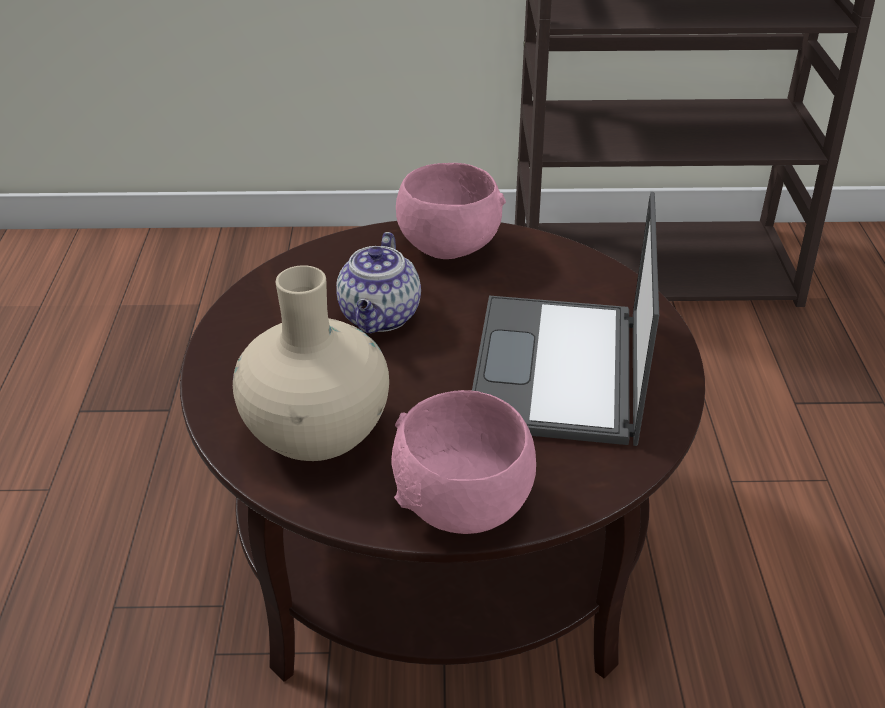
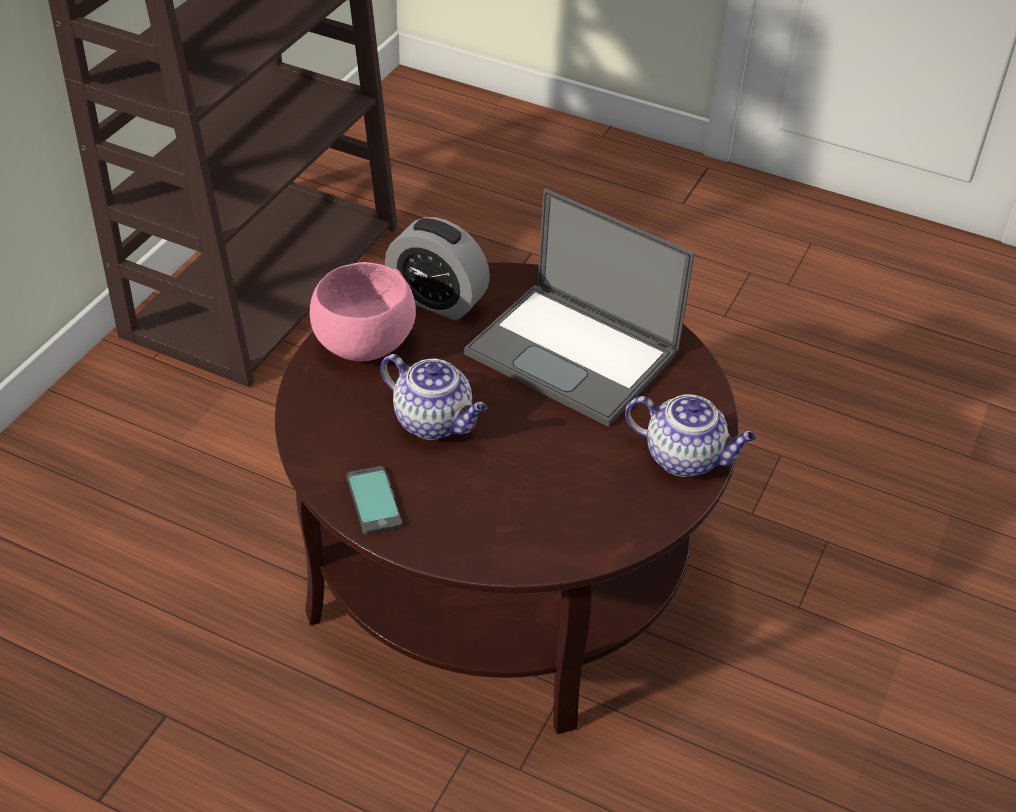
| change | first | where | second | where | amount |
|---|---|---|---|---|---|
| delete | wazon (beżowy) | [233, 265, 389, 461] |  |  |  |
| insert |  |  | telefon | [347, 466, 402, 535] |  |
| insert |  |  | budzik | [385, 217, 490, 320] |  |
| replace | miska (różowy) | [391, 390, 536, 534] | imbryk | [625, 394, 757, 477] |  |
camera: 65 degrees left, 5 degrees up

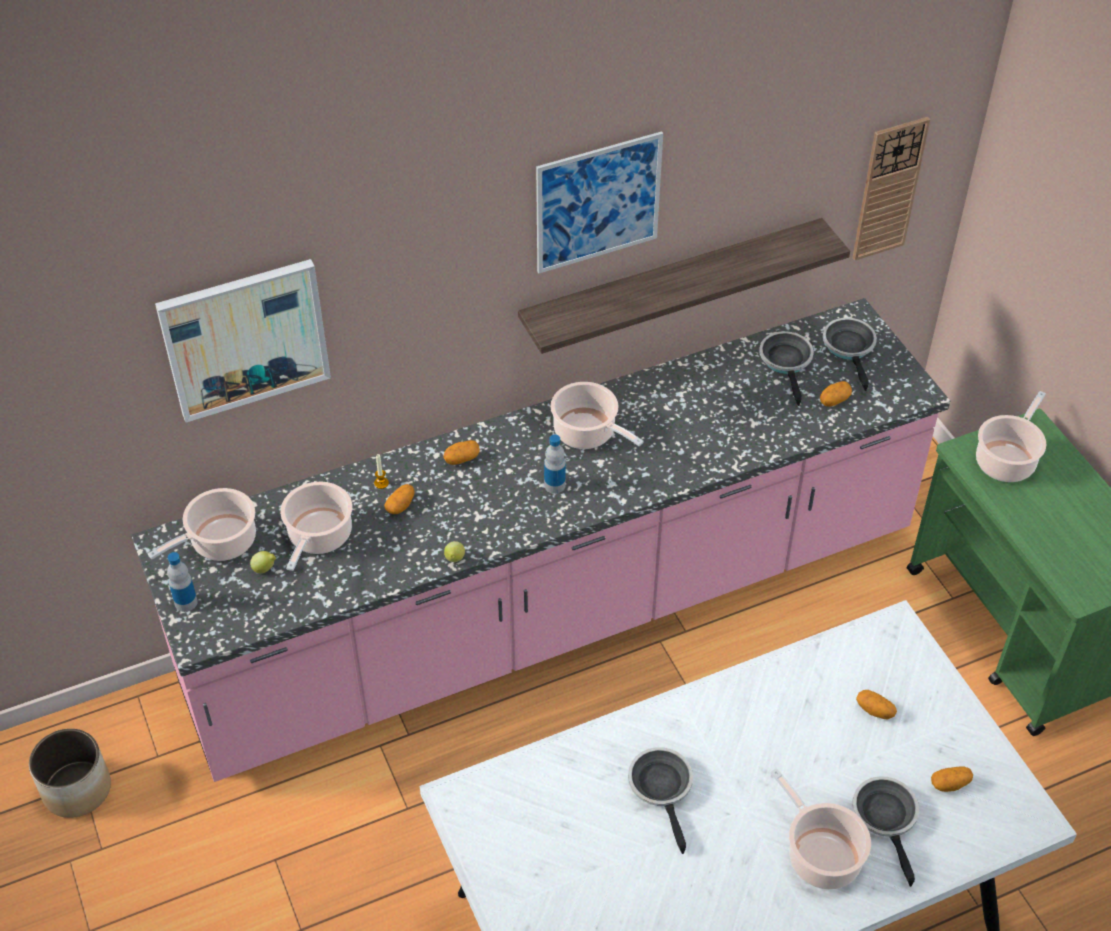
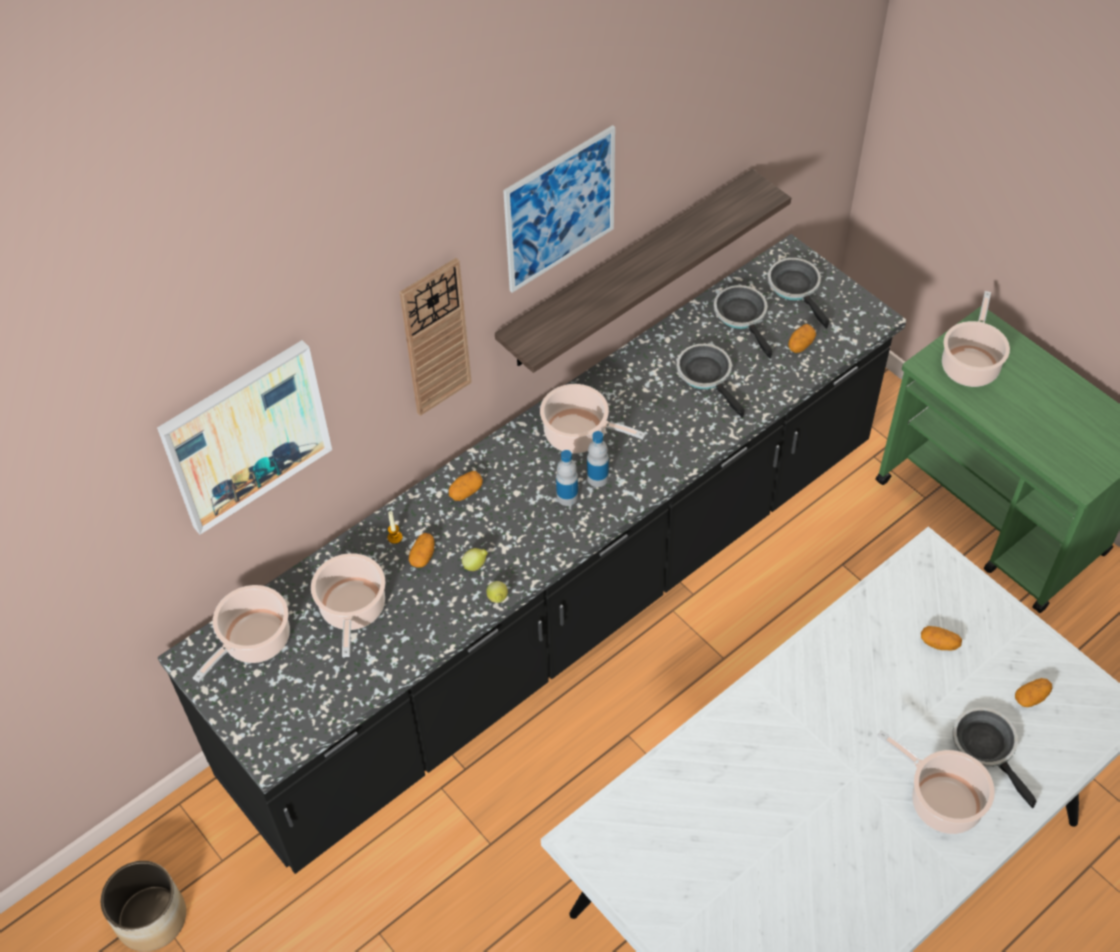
| change | first | where | second | where | amount |
|---|---|---|---|---|---|
| move | butelka | [167, 552, 198, 612] |  | [587, 431, 609, 487] |  |
| move | cytryna | [250, 551, 276, 573] |  | [462, 548, 488, 571] |  |
| move | patelnia | [628, 747, 693, 854] |  | [676, 344, 745, 418] |  |
| move | zegar ścienny | [852, 117, 930, 260] |  | [400, 258, 472, 416] |  |
| recolor | zabudowa kuchenna (różowy) | [131, 298, 950, 782] | zabudowa kuchenna (czarny) | [158, 234, 907, 874] |  |
camera: 15 degrees left, 5 degrees up

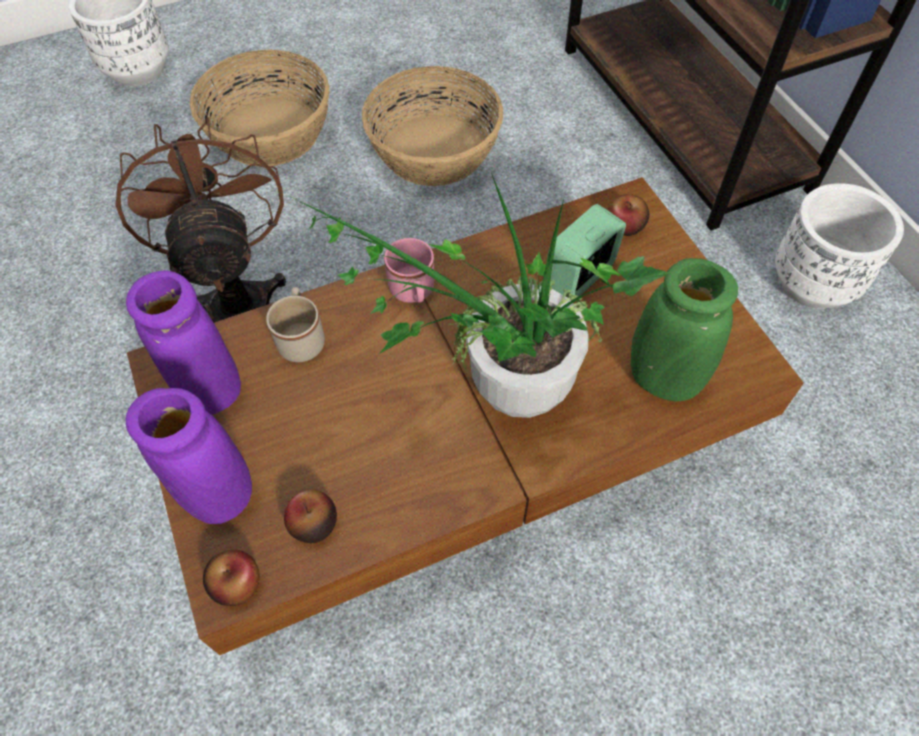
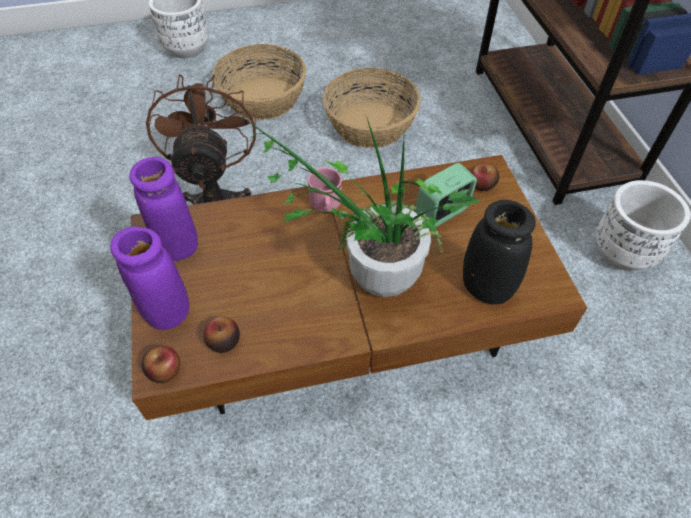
| change | first | where | second | where | amount |
|---|---|---|---|---|---|
| delete | kubek (beżowy) | [266, 287, 325, 362] |  |  |  |
| recolor | wazon (zielony) | [631, 258, 738, 401] | wazon (czarny) | [463, 200, 536, 305] |  |
camera: 10 degrees right, 5 degrees down

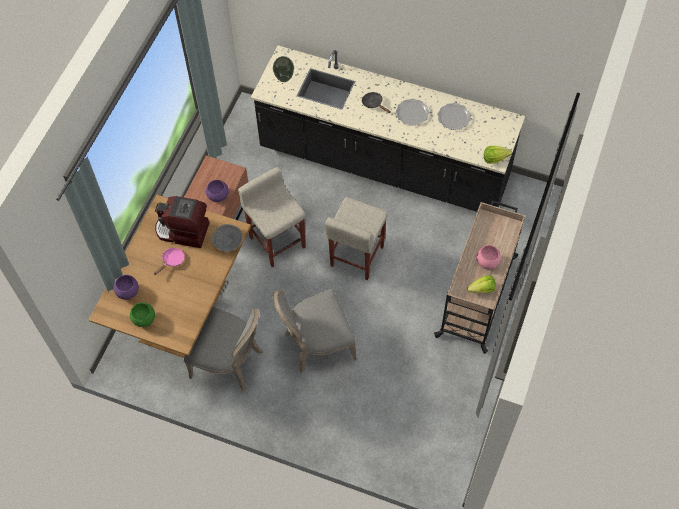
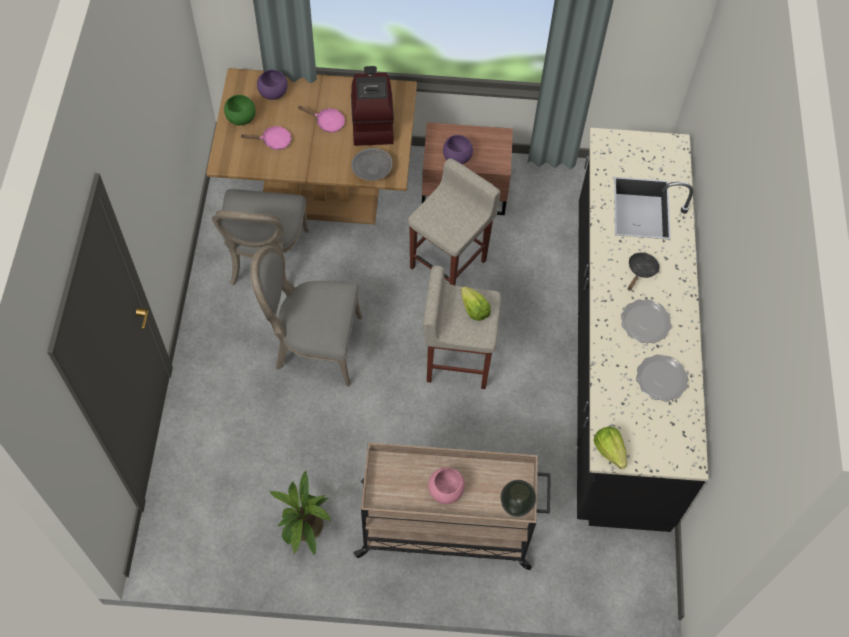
| change | first | where | second | where | amount |
|---|---|---|---|---|---|
| insert |  |  | patelnia (różowy) | [240, 126, 291, 150] |  |
| insert |  |  | roślina doniczkowa | [270, 470, 331, 555] |  |
| move | wazon | [273, 56, 294, 82] |  | [501, 480, 536, 517] |  |
| move | sałata | [467, 275, 496, 293] |  | [461, 286, 491, 321] |  |
| rotate | krzesło (szary) | [273, 288, 357, 374] |  | [250, 245, 362, 386] | 45 degrees counterclockwise |
camera: 70 degrees right, 0 degrees up

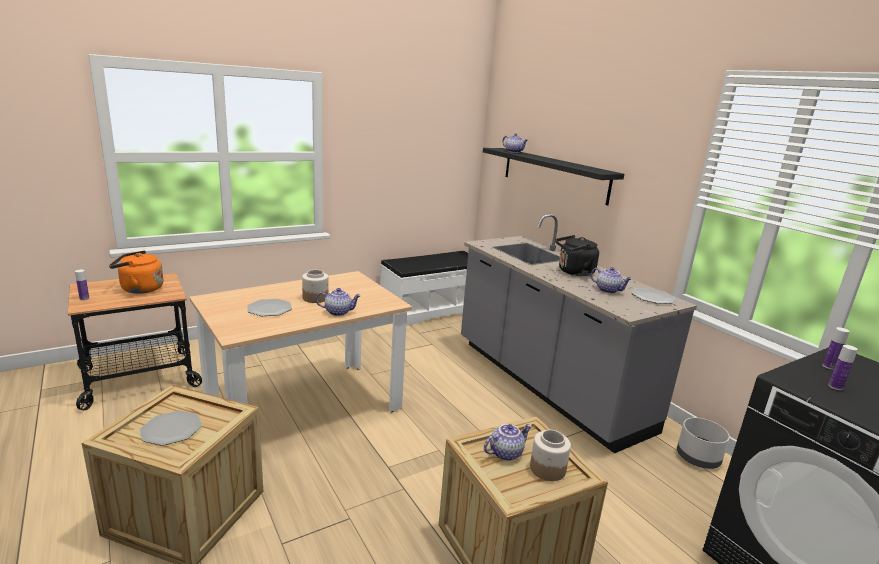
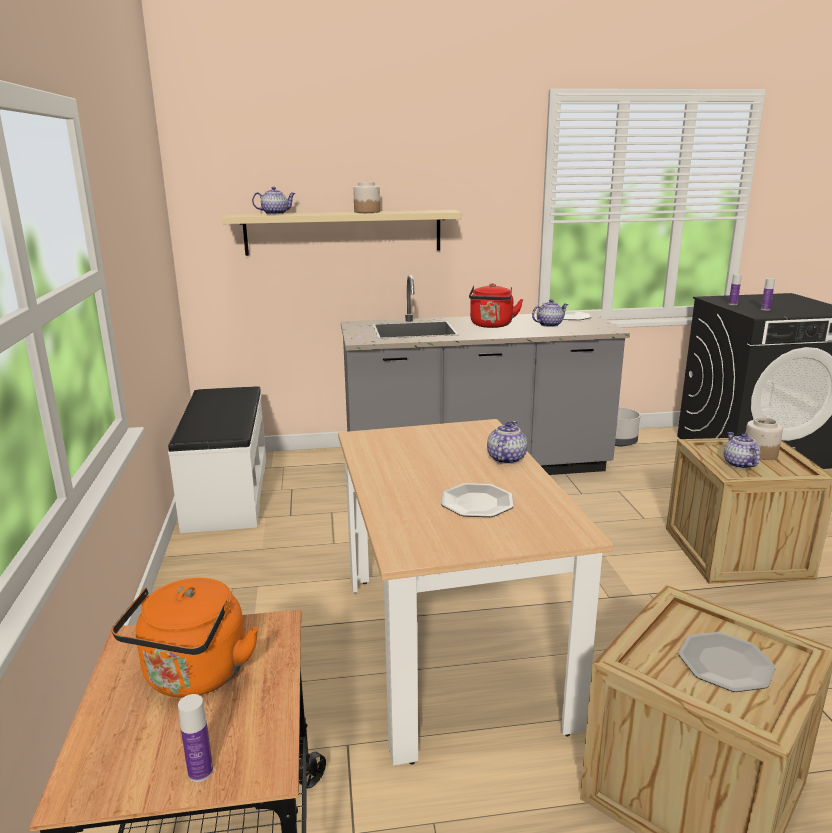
| change | first | where | second | where | amount |
|---|---|---|---|---|---|
| move | słoik | [302, 270, 329, 303] |  | [353, 182, 380, 213] |  |
| recolor | półka (czarny) | [483, 148, 624, 206] | półka (beżowy) | [222, 210, 462, 256] |  |
| recolor | czajnik (czarny) | [555, 235, 599, 276] | czajnik (czerwony) | [469, 283, 523, 328] |  |
camera: 65 degrees left, 0 degrees up

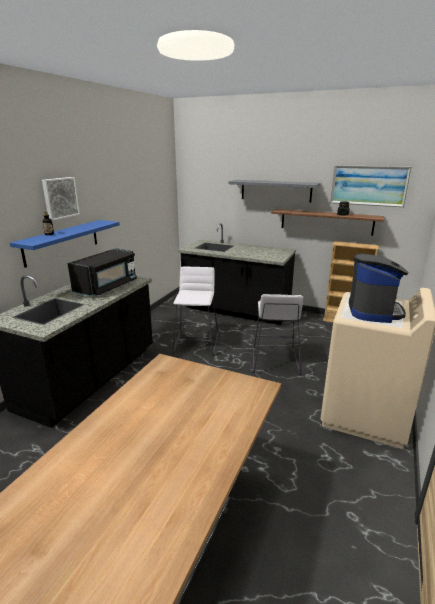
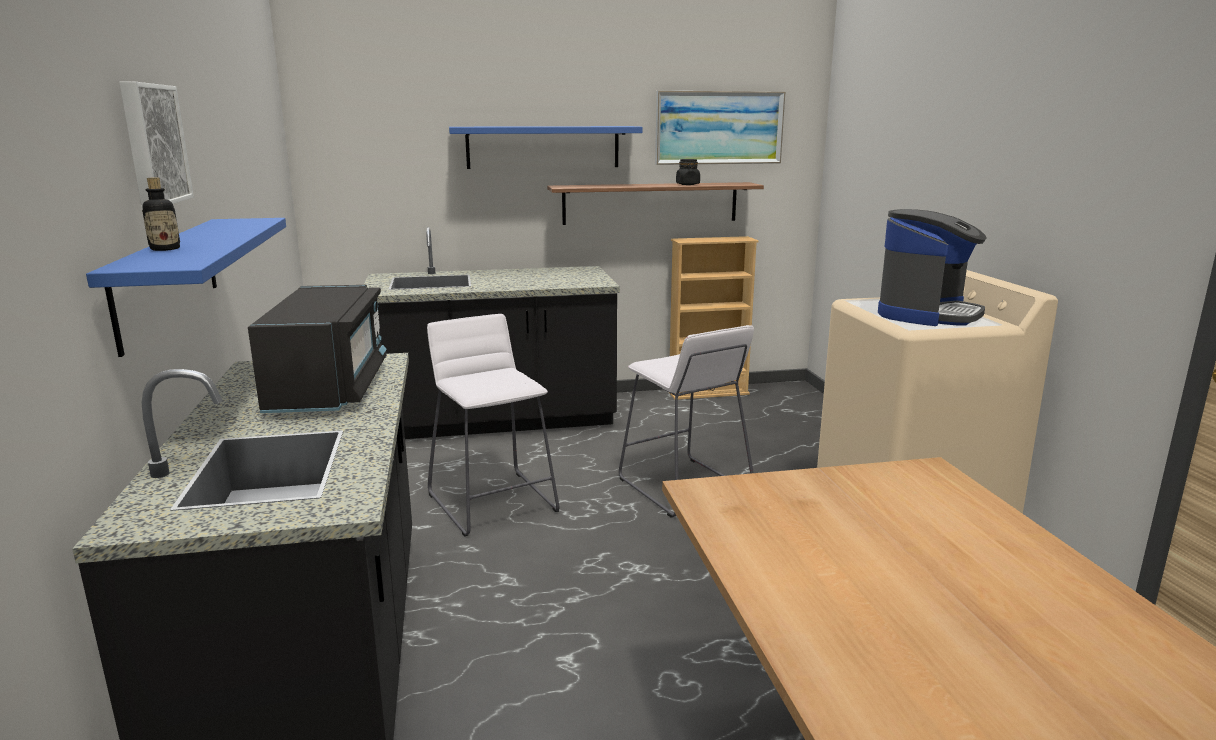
| change | first | where | second | where | amount |
|---|---|---|---|---|---|
| recolor | półka (szary) | [229, 180, 320, 203] | półka (niebieski) | [449, 126, 643, 169] |  |
| rotate | ekspres do kawy | [349, 254, 408, 323] |  | [878, 209, 987, 326] | 60 degrees clockwise |
camera: 35 degrees left, 5 degrees down

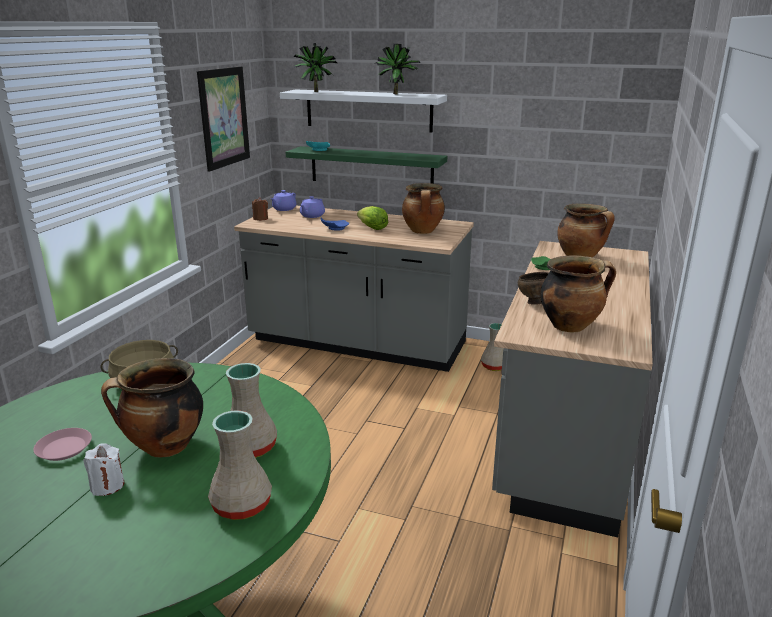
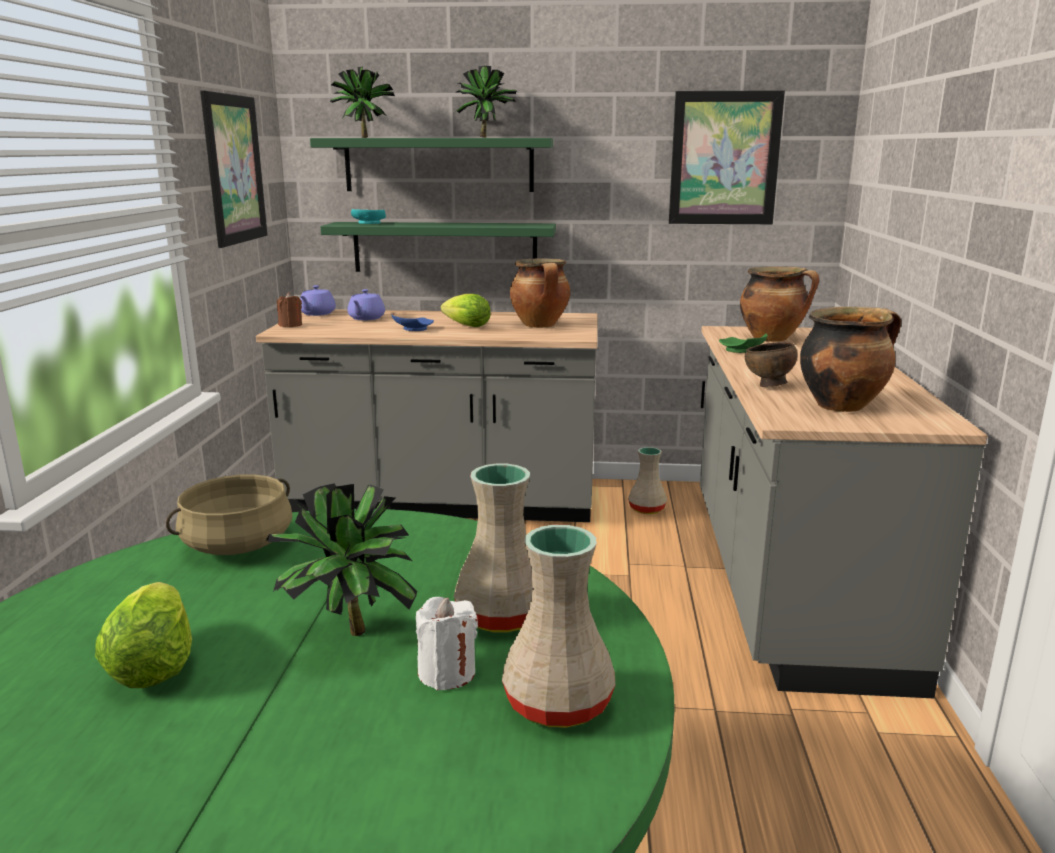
| change | first | where | second | where | amount |
|---|---|---|---|---|---|
| insert |  |  | obraz | [669, 90, 785, 224] |  |
| move | świeca (biały) | [83, 443, 124, 496] |  | [416, 597, 478, 691] |  |
| replace | talerz (różowy) | [33, 428, 92, 461] | sałata | [95, 582, 192, 688] |  |
| replace | garnek | [101, 358, 203, 457] | roślina doniczkowa | [266, 483, 417, 636] |  |
| recolor | półka (biały) | [280, 89, 447, 133] | półka (zielony) | [310, 138, 553, 192] |  |
camera: 15 degrees left, 5 degrees down

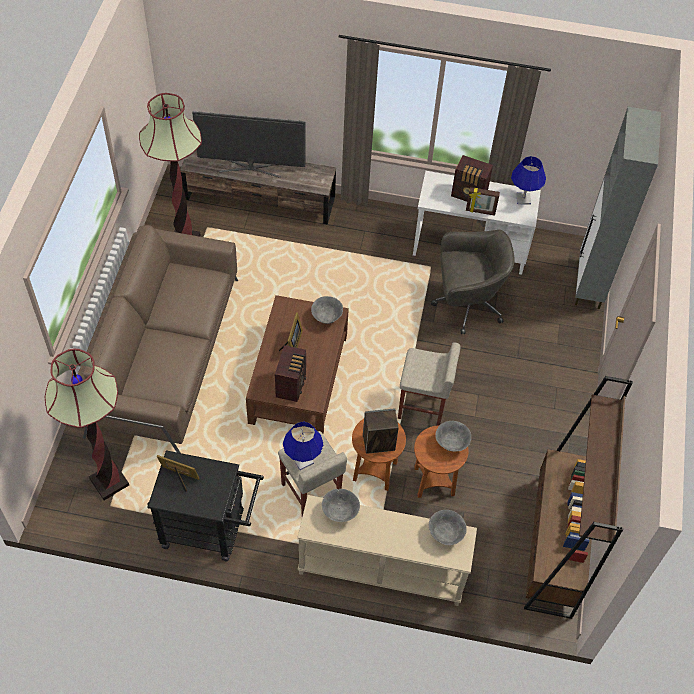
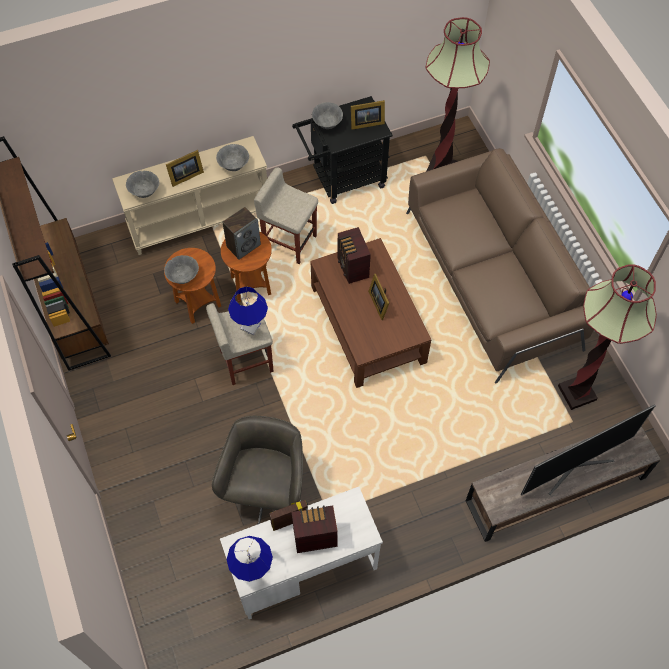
| change | first | where | second | where | amount |
|---|---|---|---|---|---|
| delete | szafka (szary) | [575, 107, 661, 309] |  |  |  |
| insert |  |  | ramka na zdjęcie | [166, 150, 204, 187] |  |
| move | lampa stołowa (niebieski) | [283, 421, 324, 470] |  | [228, 286, 268, 336] |  |
| move | miska (szary) | [311, 296, 343, 324] |  | [312, 102, 343, 129] |  |
| rotate | krzesło biurowe (szary) | [431, 230, 514, 334] |  | [212, 416, 308, 525] | 135 degrees clockwise |
camera: 150 degrees right, 5 degrees up

